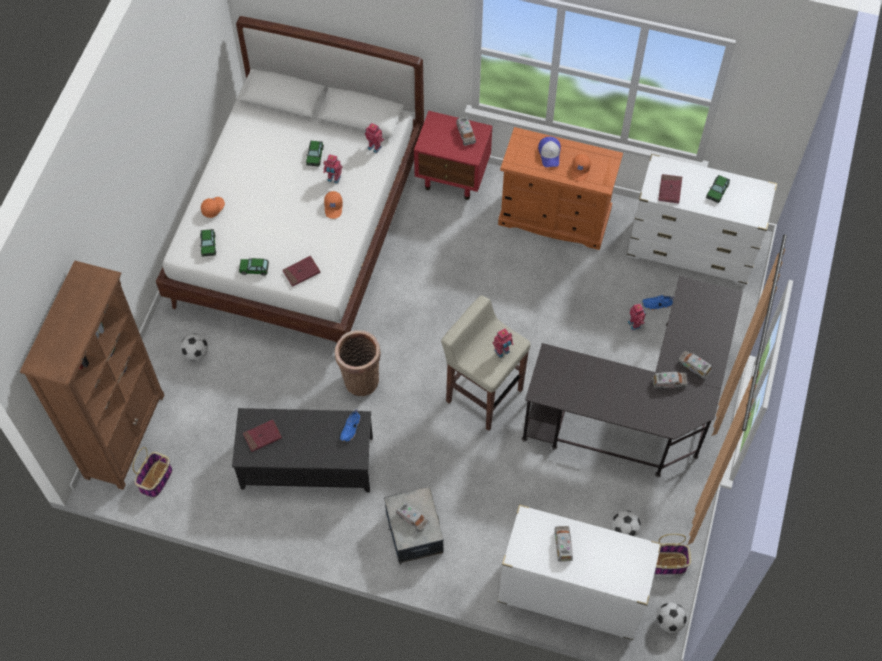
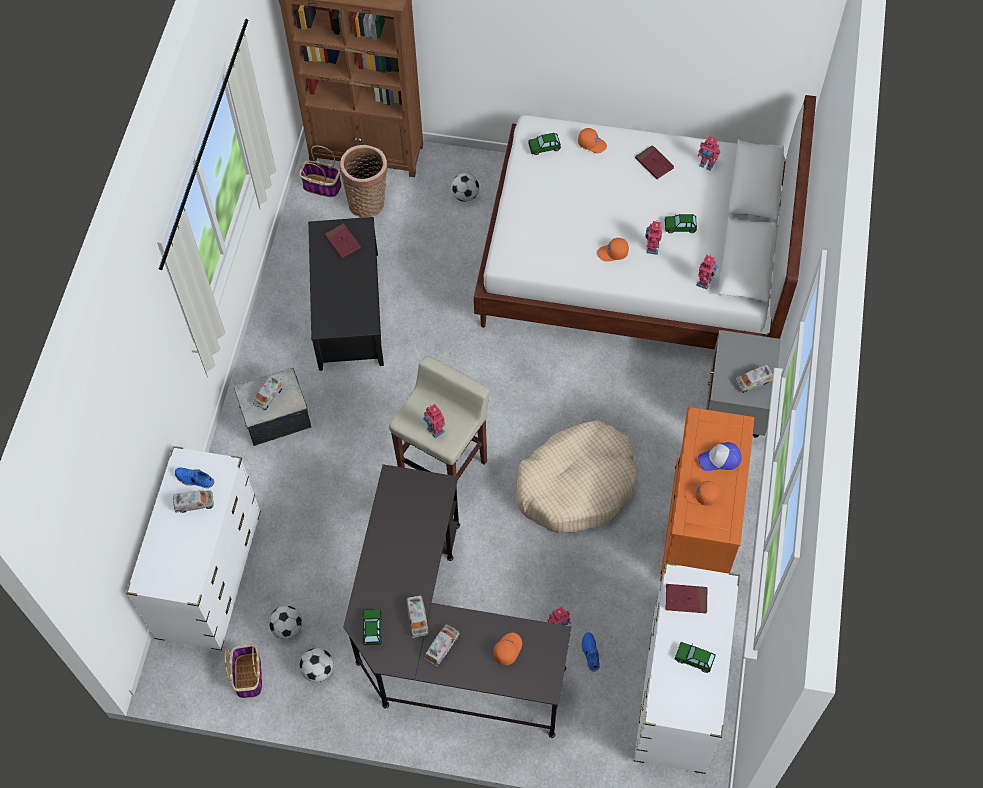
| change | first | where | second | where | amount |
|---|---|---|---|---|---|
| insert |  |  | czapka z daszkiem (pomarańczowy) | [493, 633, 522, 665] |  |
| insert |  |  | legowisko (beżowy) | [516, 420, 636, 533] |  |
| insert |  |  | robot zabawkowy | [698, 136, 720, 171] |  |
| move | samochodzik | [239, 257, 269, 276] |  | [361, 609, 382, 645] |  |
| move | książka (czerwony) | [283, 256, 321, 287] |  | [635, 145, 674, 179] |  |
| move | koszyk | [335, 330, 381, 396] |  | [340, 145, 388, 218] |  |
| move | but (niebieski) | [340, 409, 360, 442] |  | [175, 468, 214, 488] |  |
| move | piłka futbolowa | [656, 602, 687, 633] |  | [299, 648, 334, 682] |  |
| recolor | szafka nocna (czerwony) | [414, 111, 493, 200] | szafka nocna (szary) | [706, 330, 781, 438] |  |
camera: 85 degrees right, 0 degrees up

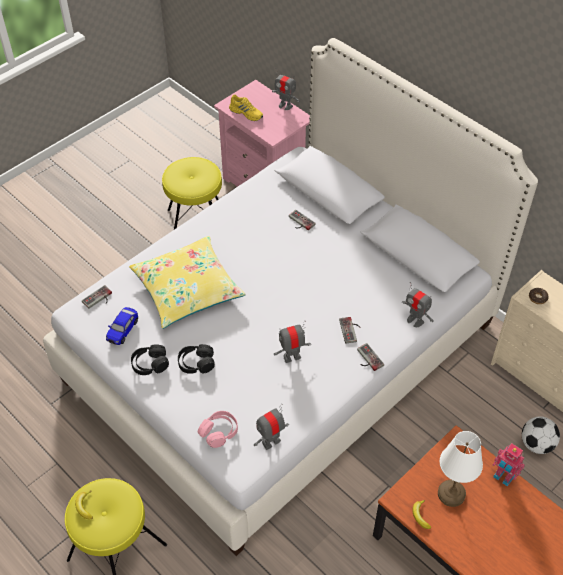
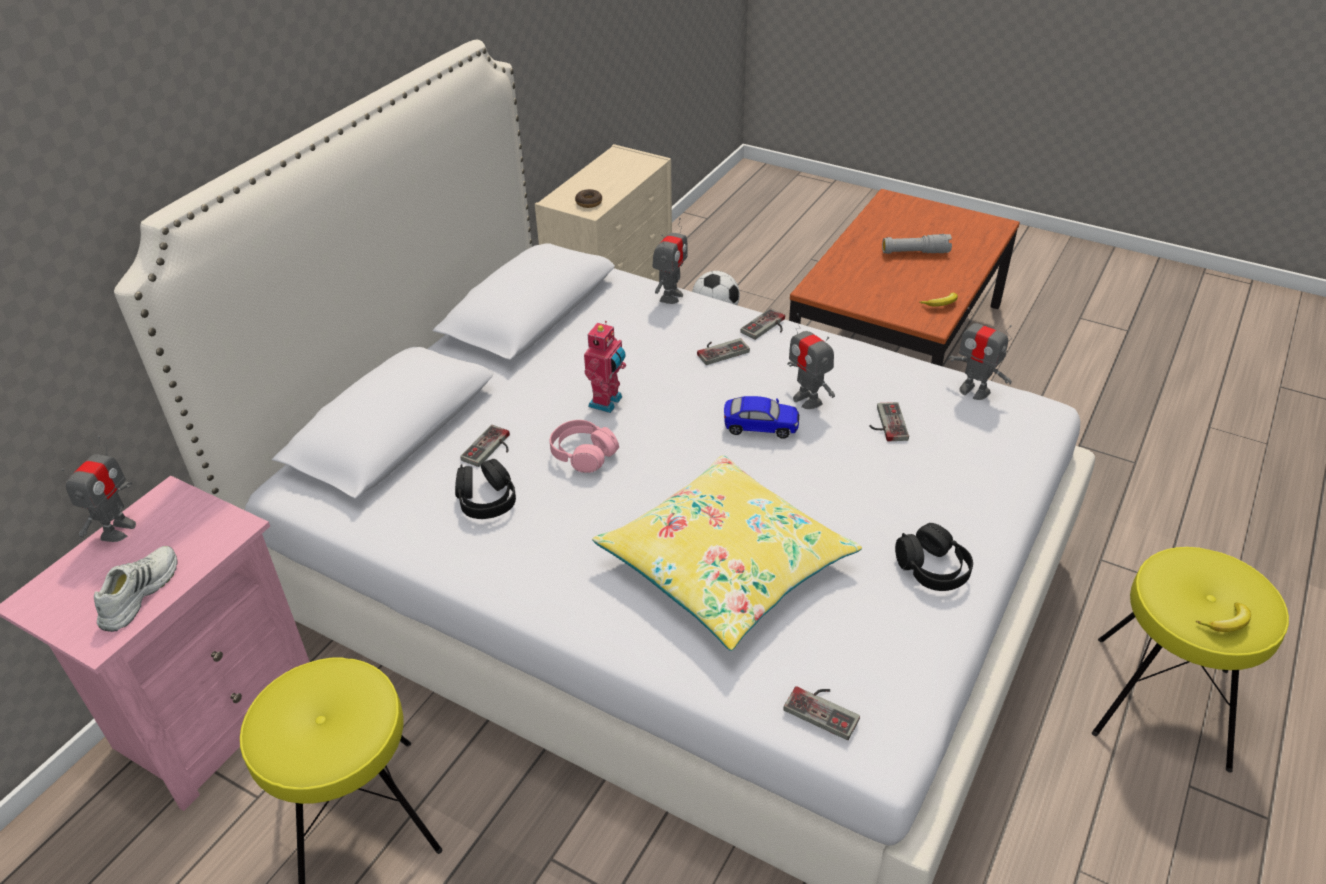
| change | first | where | second | where | amount |
|---|---|---|---|---|---|
| delete | lampa stołowa (biały) | [438, 431, 483, 507] |  |  |  |
| insert |  |  | pad do gier | [869, 402, 909, 441] |  |
| insert |  |  | latarka (szary) | [882, 234, 952, 254] |  |
| move | samochodzik | [106, 307, 138, 345] |  | [724, 396, 799, 439] |  |
| move | słuchawki (czarny) | [178, 344, 215, 374] |  | [455, 459, 516, 519] |  |
| move | słuchawki (różowy) | [198, 411, 238, 448] |  | [550, 420, 619, 473] |  |
| move | robot zabawkowy | [492, 443, 525, 487] |  | [584, 321, 626, 413] |  |
| recolor | but (żółty) | [229, 95, 263, 121] | but (biały) | [94, 546, 177, 632] |  |
camera: 105 degrees left, 10 degrees down

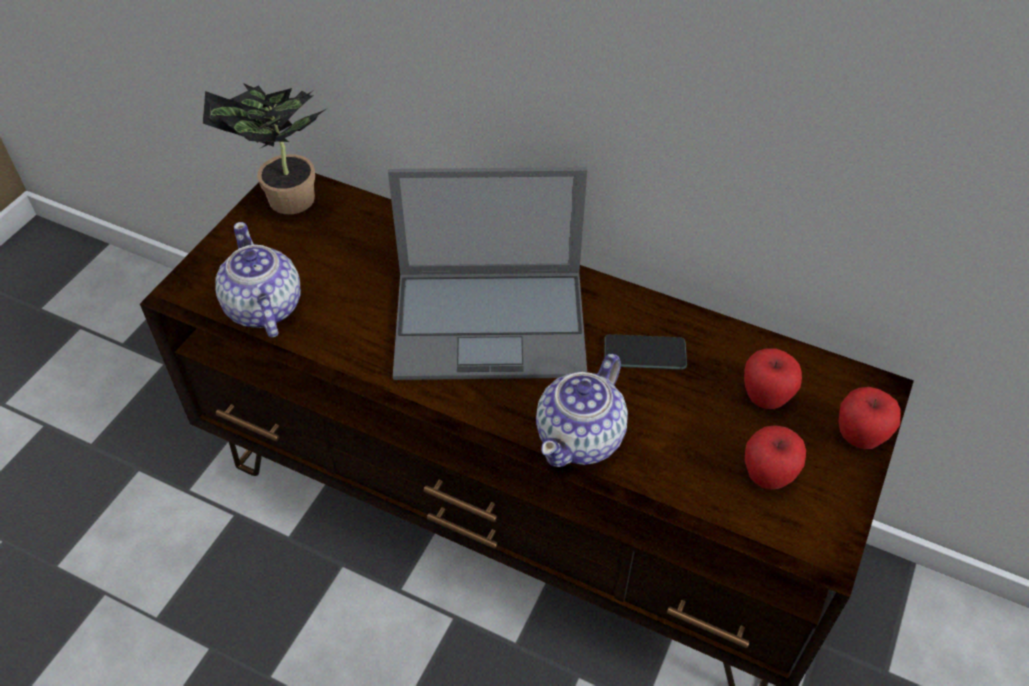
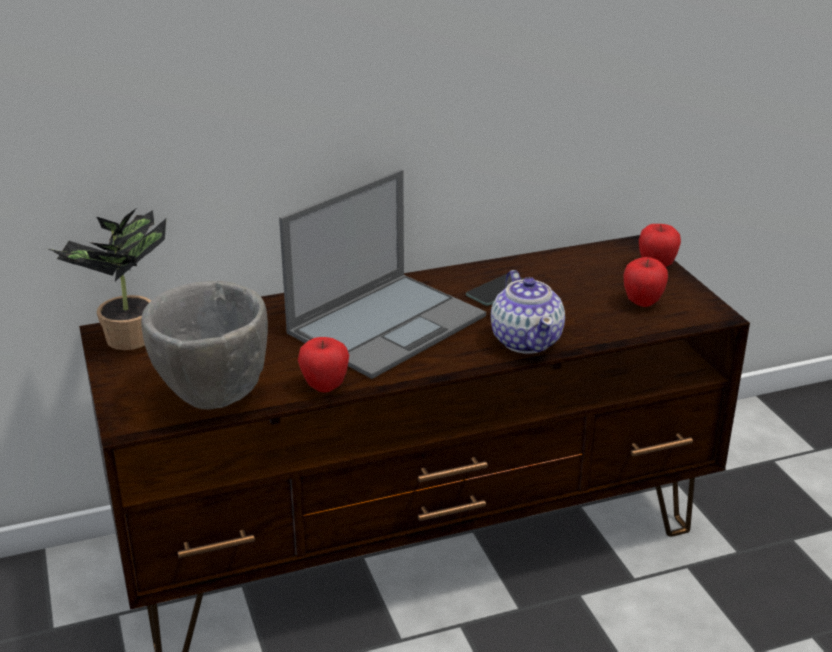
| change | first | where | second | where | amount |
|---|---|---|---|---|---|
| move | jabłko | [744, 348, 802, 409] |  | [298, 337, 349, 393] |  |
| replace | imbryk | [216, 222, 301, 338] | miska (szary) | [141, 281, 268, 409] |  |
camera: 45 degrees left, 20 degrees down

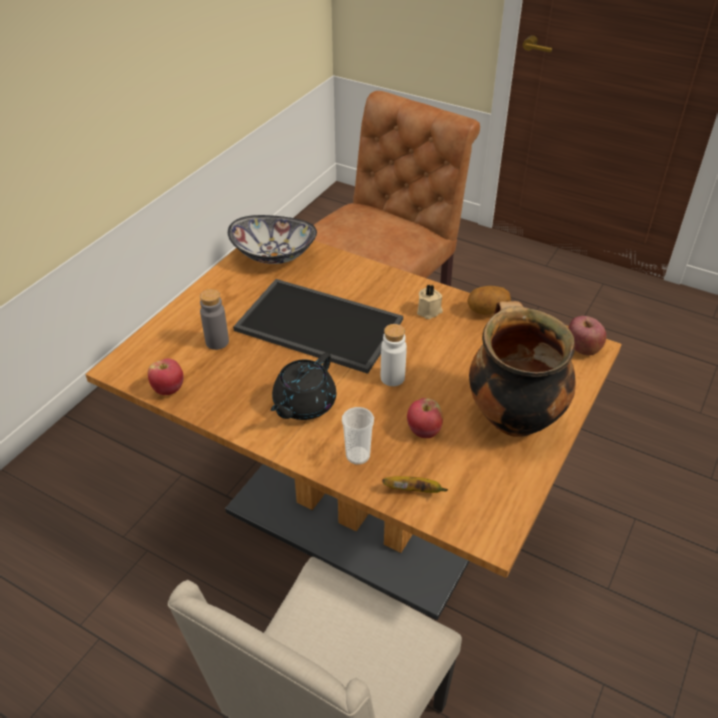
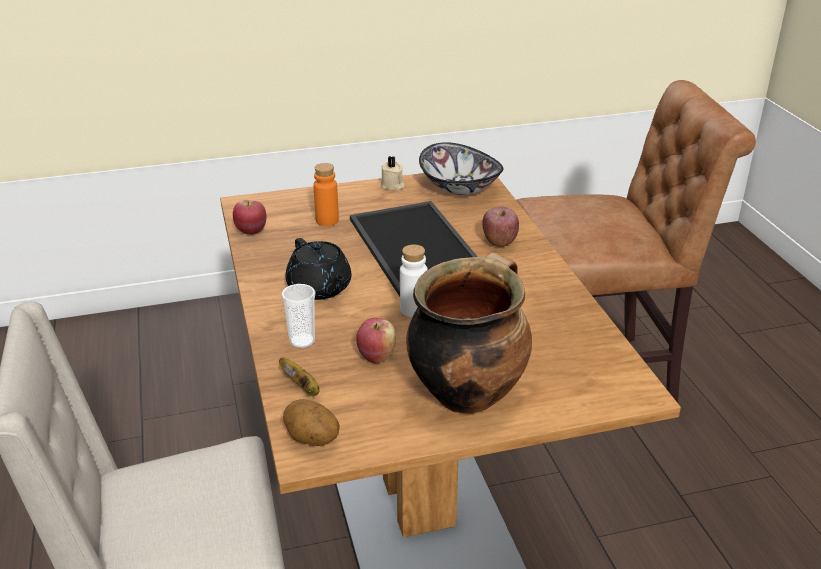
| change | first | where | second | where | amount |
|---|---|---|---|---|---|
| move | świeca (beżowy) | [417, 285, 443, 319] |  | [381, 156, 405, 190] |  |
| move | ziemniak | [467, 286, 511, 315] |  | [283, 399, 340, 446] |  |
| move | jabłko | [568, 316, 606, 355] |  | [482, 207, 519, 247] |  |
| recolor | butelka (szary) | [200, 289, 229, 350] | butelka (pomarańczowy) | [313, 163, 339, 226] |  |
| rotate | imbryk (czarny) | [271, 353, 336, 420] |  | [286, 238, 352, 300] | 105 degrees counterclockwise |
camera: 45 degrees right, 10 degrees down

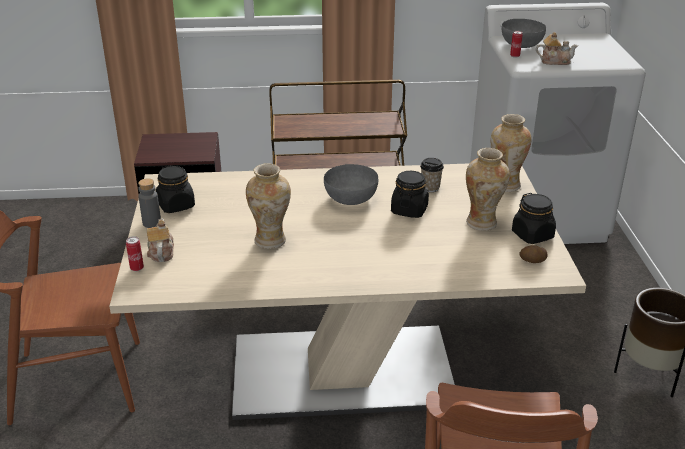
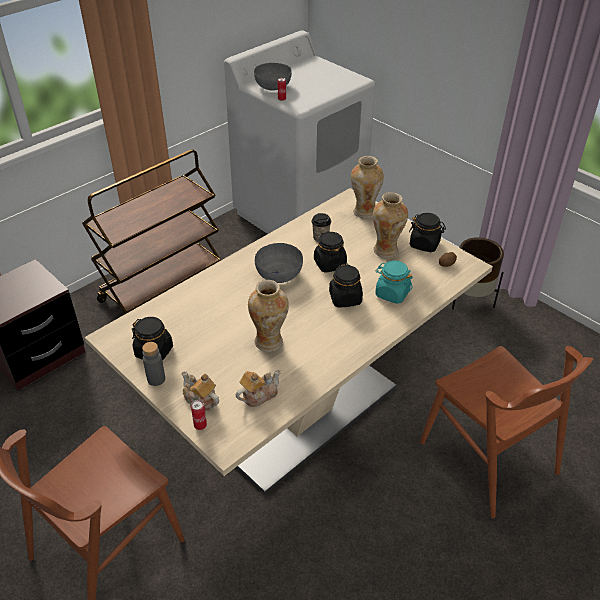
| change | first | where | second | where | amount |
|---|---|---|---|---|---|
| insert |  |  | słoik (czarny) | [329, 264, 363, 308] |  |
| insert |  |  | słoik (turkusowy) | [375, 260, 413, 304] |  |
| move | imbryk | [536, 32, 578, 65] |  | [236, 370, 281, 407] |  |
camera: 40 degrees left, 10 degrees up

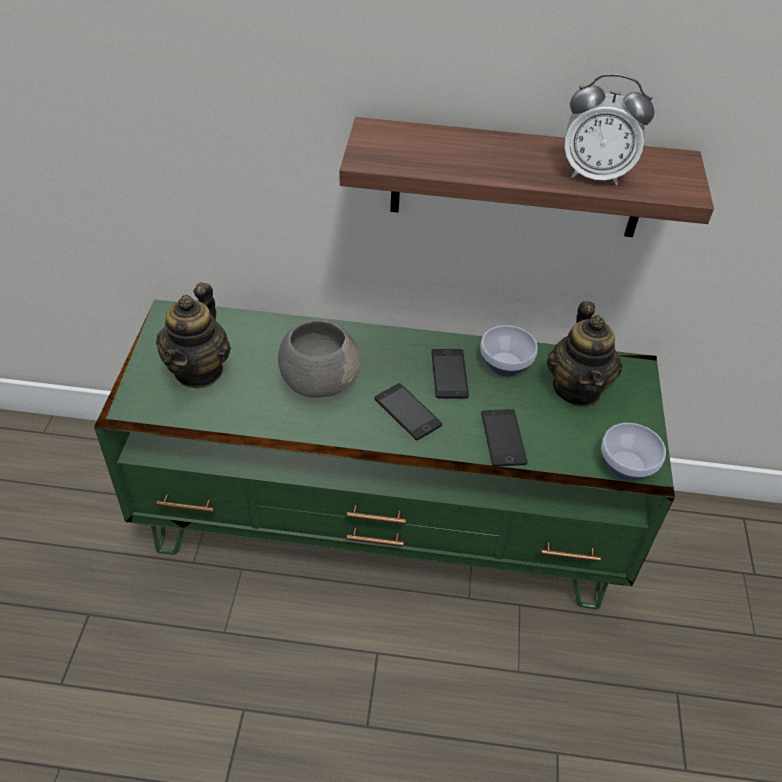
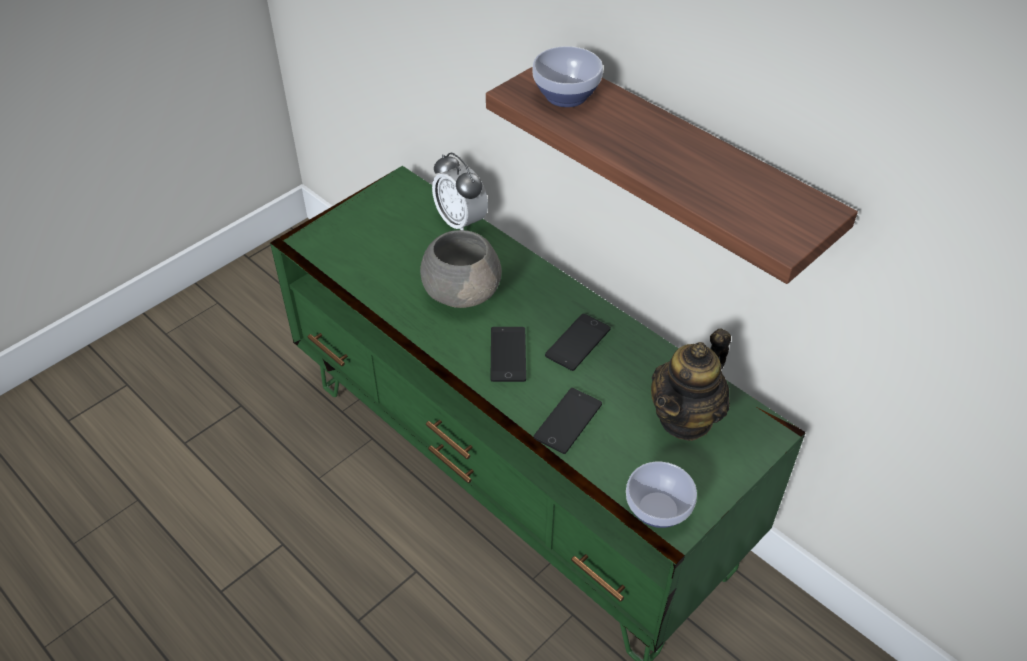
| change | first | where | second | where | amount |
|---|---|---|---|---|---|
| delete | imbryk | [156, 283, 231, 388] |  |  |  |
| move | miska | [480, 325, 538, 376] |  | [532, 46, 603, 107] |  |
| move | budzik | [564, 74, 655, 185] |  | [432, 152, 488, 230] |  |
camera: 40 degrees right, 0 degrees up

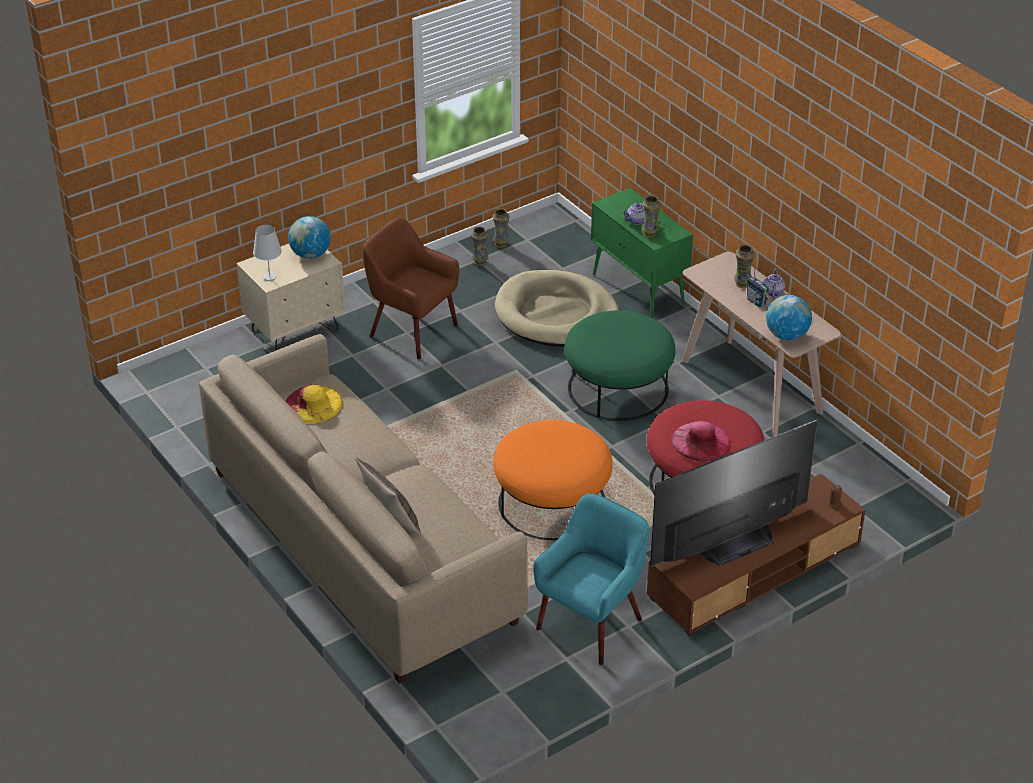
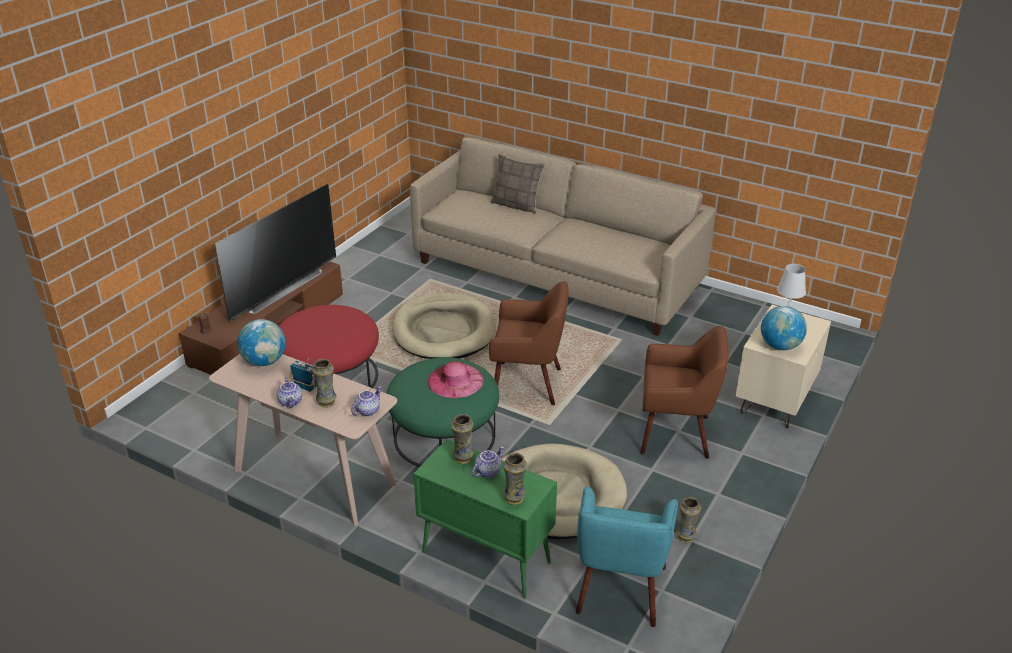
| change | first | where | second | where | amount |
|---|---|---|---|---|---|
| delete | kapelusz (żółty) | [286, 384, 343, 423] |  |  |  |
| insert |  |  | imbryk | [351, 386, 382, 416] |  |
| insert |  |  | fotel (brązowy) | [489, 281, 569, 405] |  |
| move | wazon | [493, 209, 510, 248] |  | [503, 453, 527, 505] |  |
| move | fotel (turkusowy) | [533, 493, 649, 665] |  | [576, 486, 678, 627] |  |
| move | kapelusz (różowy) | [671, 421, 731, 462] |  | [428, 361, 484, 398] |  |
| replace | pufa (pomarańczowy) | [493, 420, 613, 540] | legowisko (beżowy) | [392, 293, 496, 359] |  |
camera: 155 degrees right, 5 degrees down

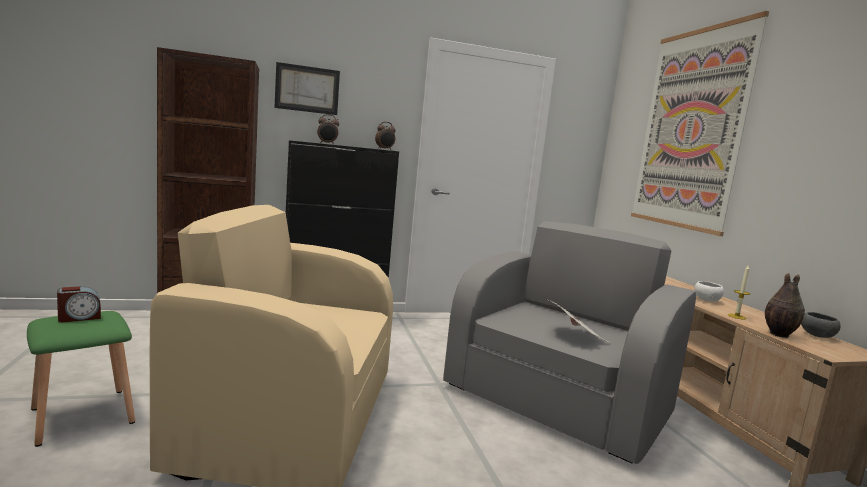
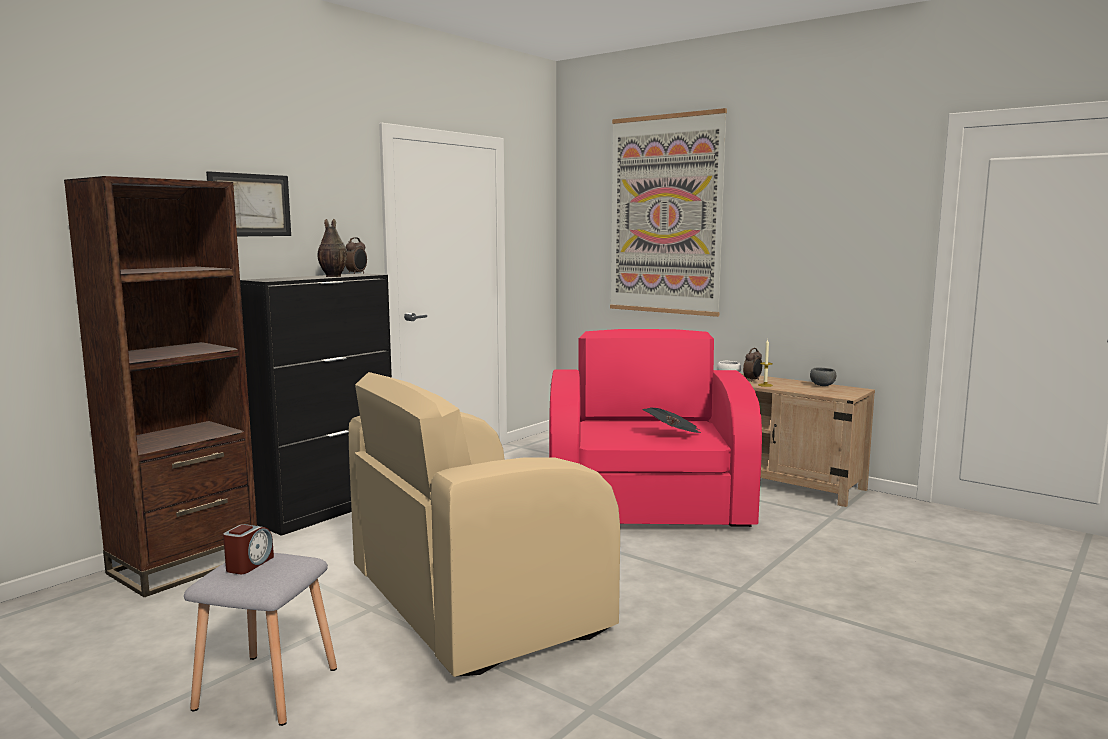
| change | first | where | second | where | amount |
|---|---|---|---|---|---|
| move | budzik | [317, 114, 339, 145] |  | [743, 348, 762, 382] |  |
| move | wazon | [765, 273, 805, 338] |  | [318, 219, 347, 277] |  |
| recolor | stołek (zielony) | [27, 311, 135, 447] | stołek (szary) | [184, 553, 337, 726] |  |
| recolor | fotel (szary) | [443, 221, 696, 464] | fotel (różowy) | [549, 329, 762, 527] |  |
camera: 35 degrees left, 0 degrees up

